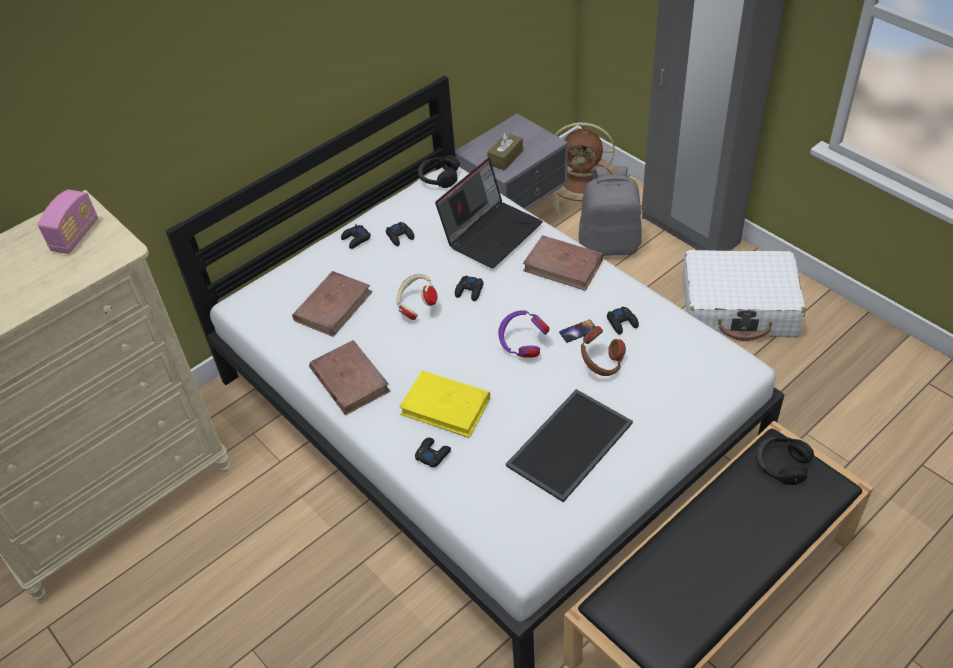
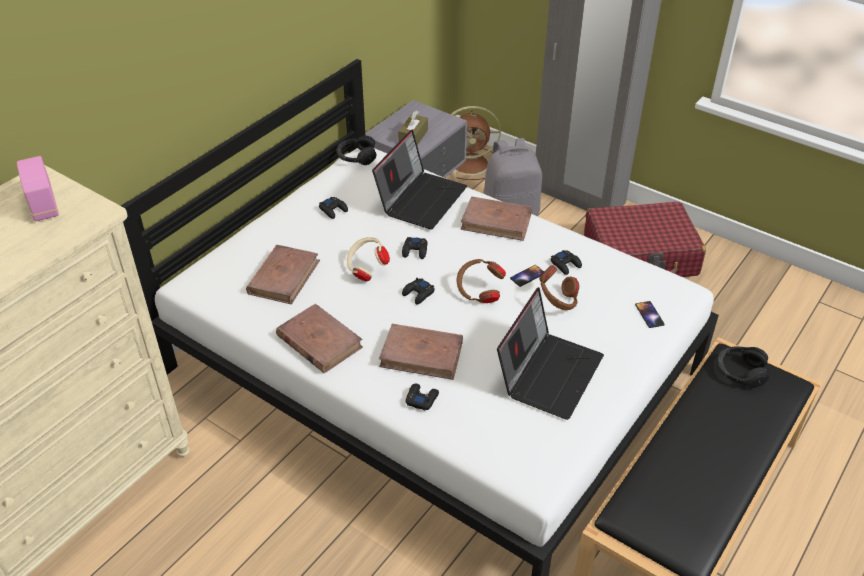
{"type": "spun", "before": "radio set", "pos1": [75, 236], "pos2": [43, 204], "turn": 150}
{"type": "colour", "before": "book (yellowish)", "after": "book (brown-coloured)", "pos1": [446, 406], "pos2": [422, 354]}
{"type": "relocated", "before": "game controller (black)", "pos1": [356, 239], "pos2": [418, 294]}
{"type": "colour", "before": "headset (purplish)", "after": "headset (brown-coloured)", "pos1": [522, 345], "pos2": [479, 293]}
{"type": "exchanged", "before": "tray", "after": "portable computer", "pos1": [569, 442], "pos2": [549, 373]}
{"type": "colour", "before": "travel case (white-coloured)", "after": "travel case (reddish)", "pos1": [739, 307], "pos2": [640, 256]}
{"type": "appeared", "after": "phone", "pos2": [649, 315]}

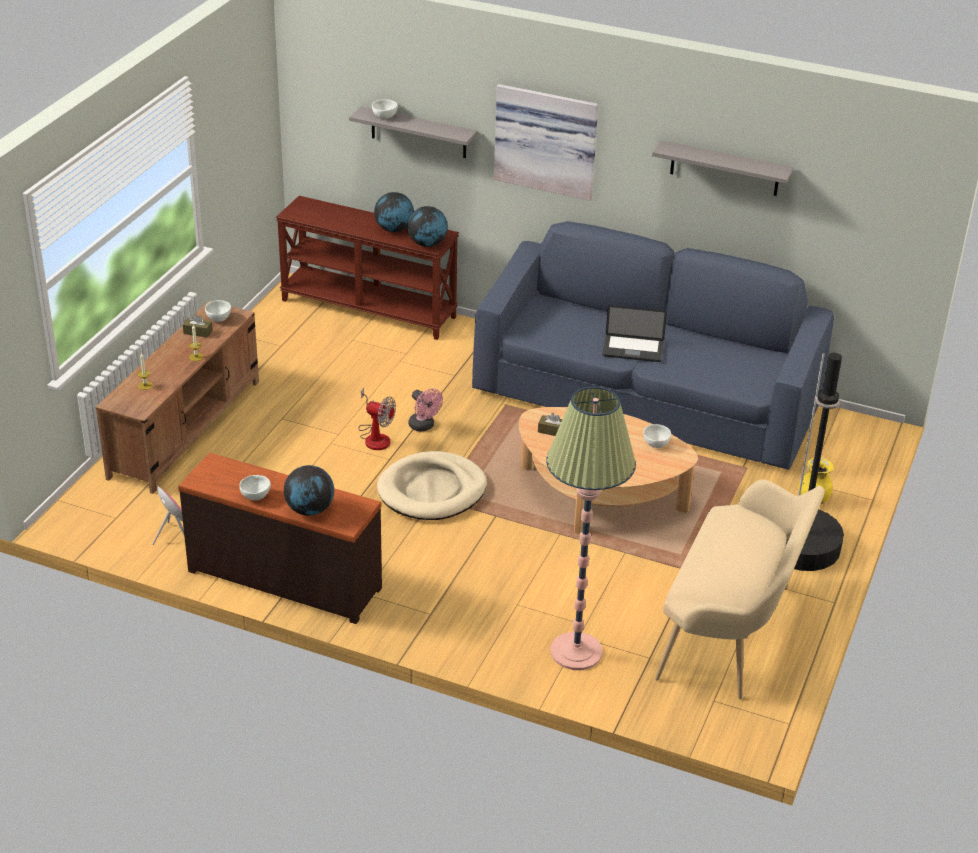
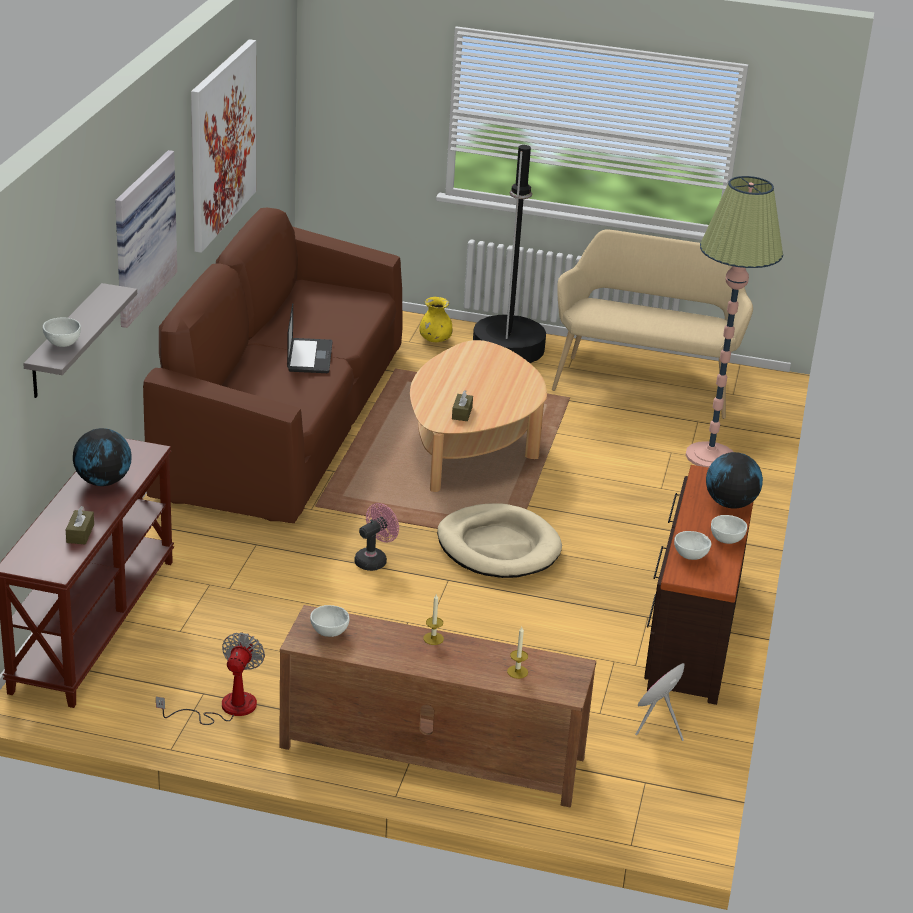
{"type": "relocated", "before": "box of tissues (brown-coloured)", "pos1": [198, 332], "pos2": [80, 533]}
{"type": "colour", "before": "couch (blue)", "after": "couch (brown-coloured)", "pos1": [645, 399], "pos2": [283, 420]}
{"type": "relocated", "before": "cooling fan", "pos1": [375, 437], "pos2": [225, 708]}
{"type": "exchanged", "before": "shelf (gray)", "after": "picture", "pos1": [724, 169], "pos2": [221, 143]}
{"type": "relocated", "before": "bowl (white-coloured)", "pos1": [655, 444], "pos2": [691, 556]}
{"type": "missing", "before": "globe", "pos1": [427, 244]}

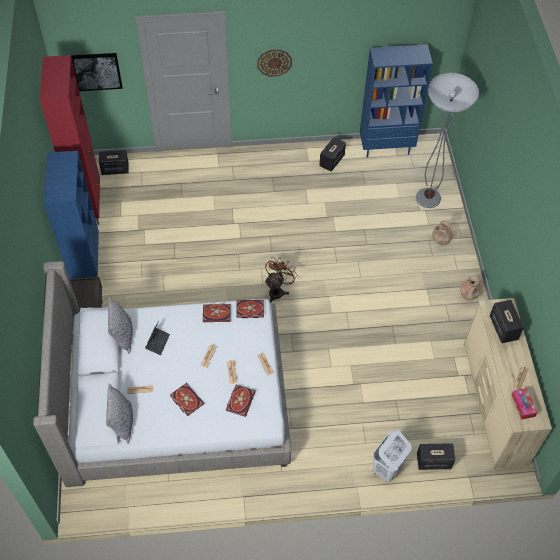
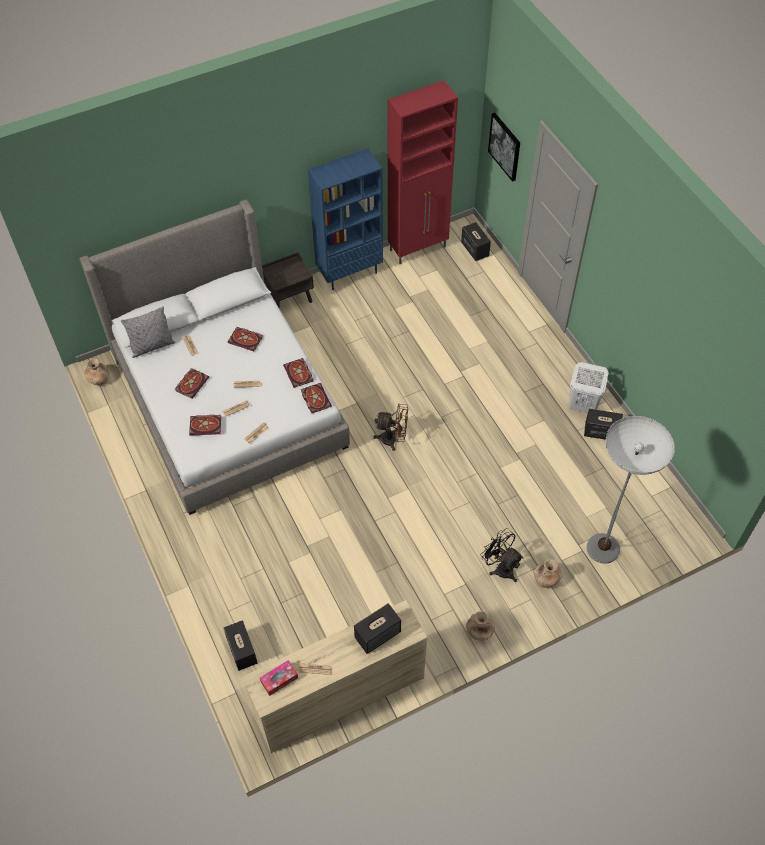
{"type": "appeared", "after": "decorative vase (brown-coloured)", "pos2": [99, 379]}
{"type": "exchanged", "before": "portable computer", "after": "book", "pos1": [158, 342], "pos2": [246, 340]}
{"type": "appeared", "after": "cooling fan (black)", "pos2": [500, 567]}
{"type": "relocated", "before": "washing basket (white-coloured)", "pos1": [387, 469], "pos2": [582, 406]}
{"type": "missing", "before": "cushion (gray)", "pos1": [123, 335]}
{"type": "missing", "before": "hanging clock", "pos1": [274, 62]}
{"type": "missing", "before": "bookcase (blue)", "pos1": [386, 147]}

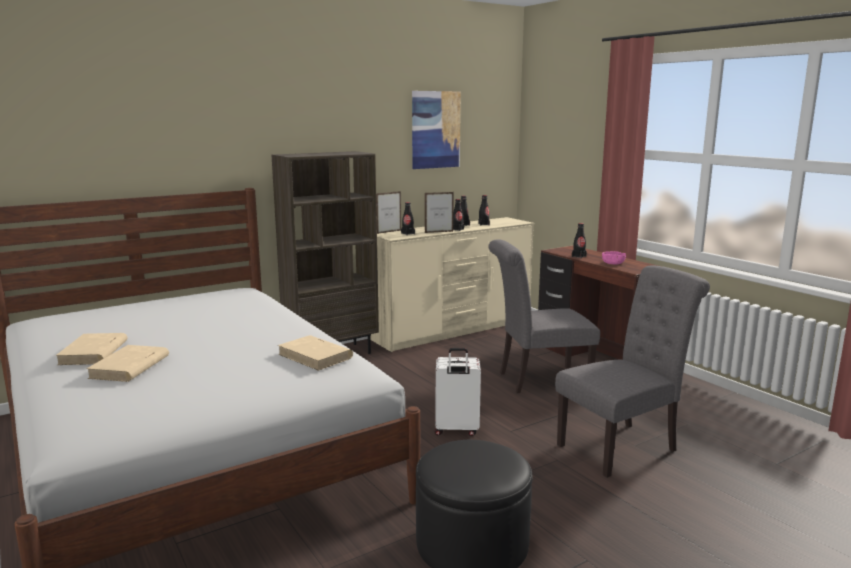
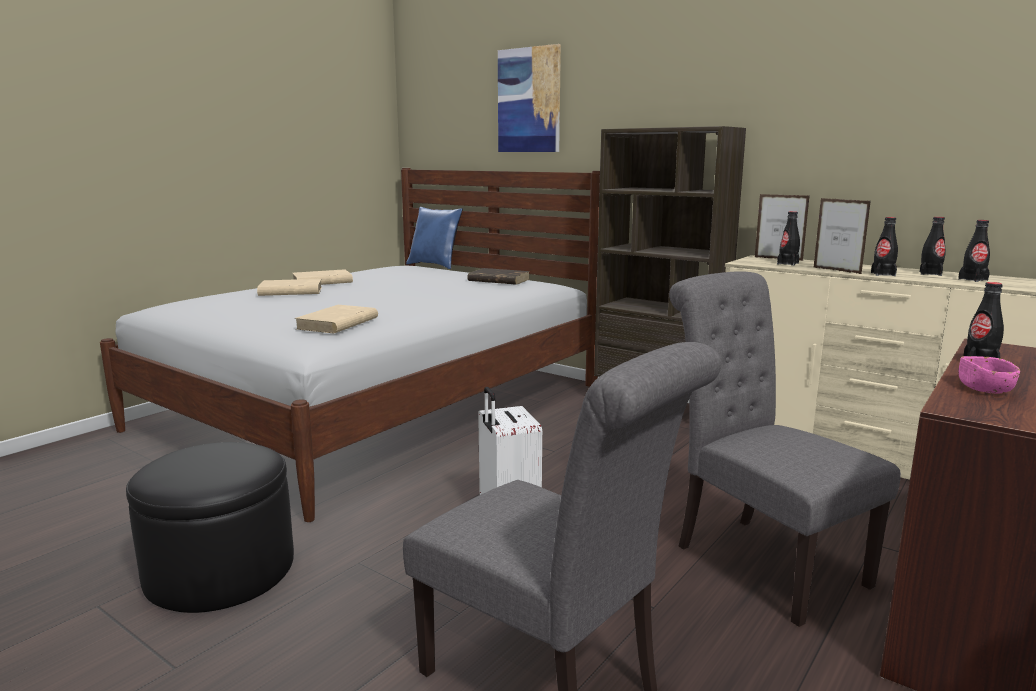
{"type": "appeared", "after": "cushion (blue)", "pos2": [435, 266]}
{"type": "appeared", "after": "book (brown-coloured)", "pos2": [498, 280]}
{"type": "relocated", "before": "picture", "pos1": [435, 129], "pos2": [529, 100]}

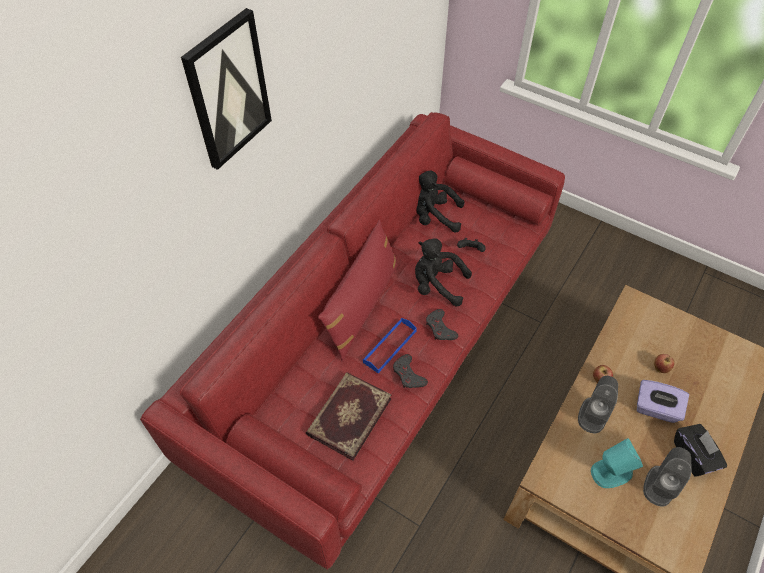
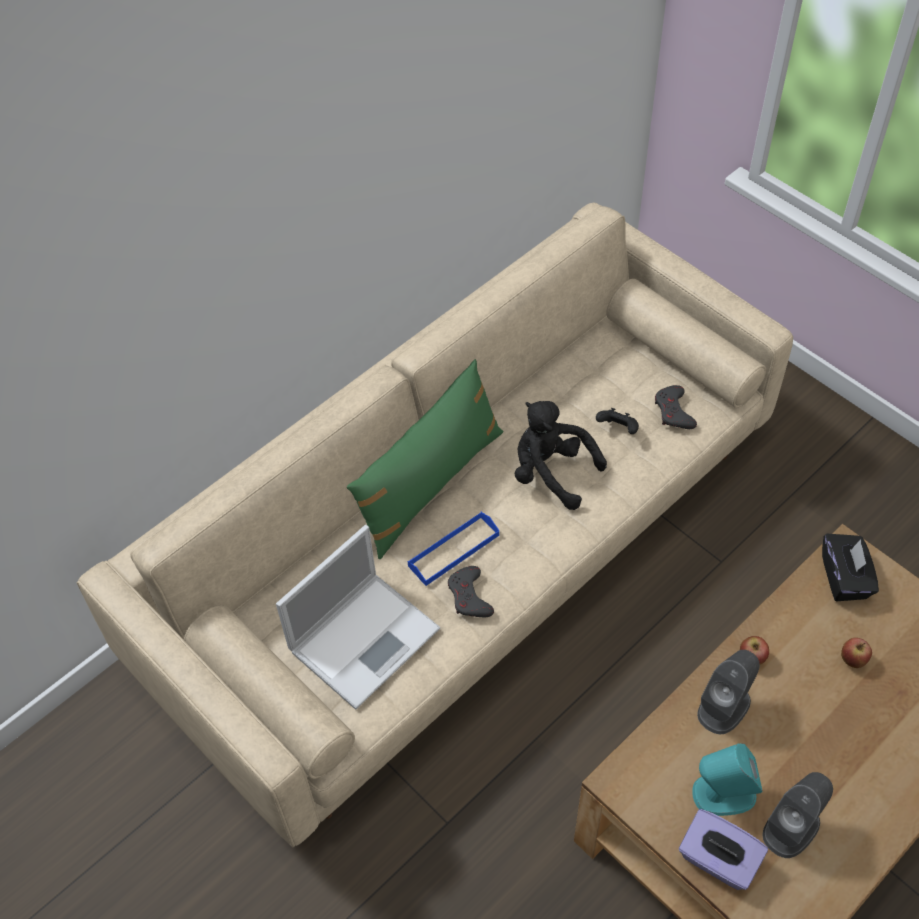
{"type": "colour", "before": "couch (reddish)", "after": "couch (beige)", "pos1": [381, 346], "pos2": [463, 551]}
{"type": "exchanged", "before": "book", "after": "portable computer", "pos1": [348, 416], "pos2": [366, 637]}
{"type": "colour", "before": "cushion (reddish)", "after": "cushion (greenish)", "pos1": [362, 306], "pos2": [430, 484]}
{"type": "relocated", "before": "game controller (gray)", "pos1": [440, 328], "pos2": [673, 411]}
{"type": "relocated", "before": "box of tissues (purplish)", "pos1": [655, 409], "pos2": [718, 860]}
{"type": "relocated", "before": "box of tissues (black)", "pos1": [694, 456], "pos2": [844, 578]}
{"type": "missing", "before": "picture", "pos1": [228, 91]}
{"type": "missing", "before": "plush toy (black)", "pos1": [434, 216]}

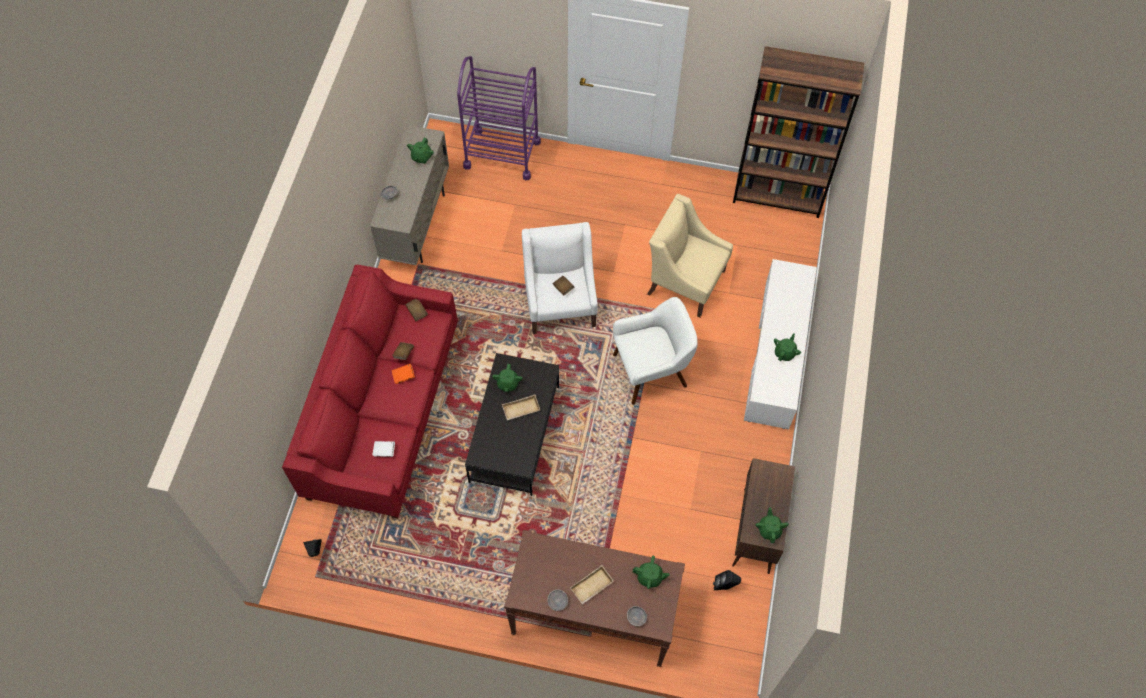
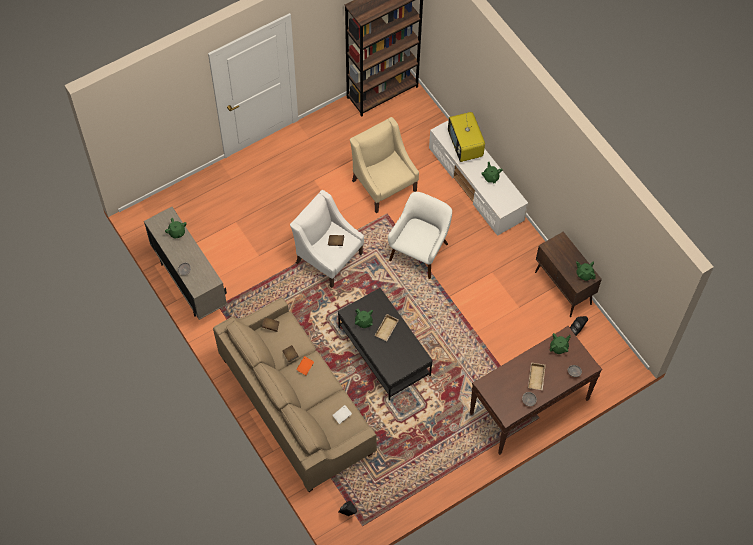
{"type": "colour", "before": "couch (reddish)", "after": "couch (beige)", "pos1": [383, 411], "pos2": [296, 406]}
{"type": "spun", "before": "armchair (beige)", "pos1": [685, 281], "pos2": [384, 185], "turn": 75}
{"type": "appeared", "after": "television", "pos2": [465, 147]}
{"type": "missing", "before": "cart (purplish)", "pos1": [502, 154]}

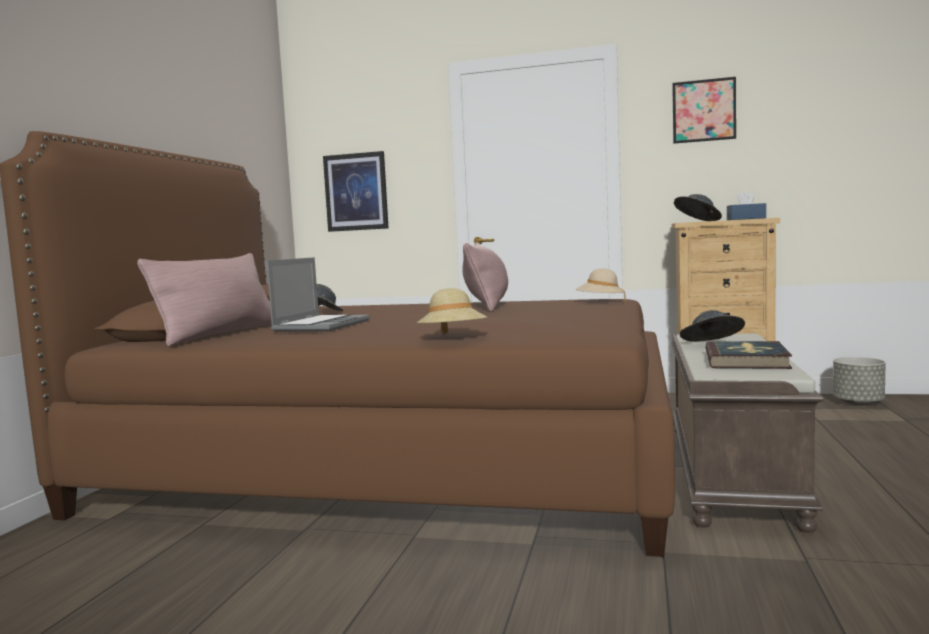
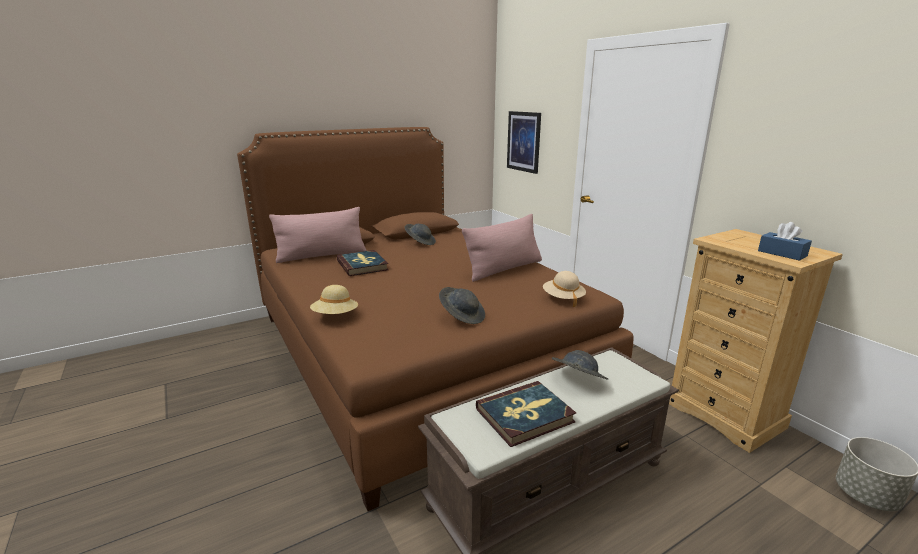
{"type": "exchanged", "before": "portable computer", "after": "book", "pos1": [321, 325], "pos2": [362, 265]}
{"type": "relocated", "before": "hat (gray)", "pos1": [697, 221], "pos2": [462, 316]}
{"type": "missing", "before": "picture", "pos1": [703, 110]}

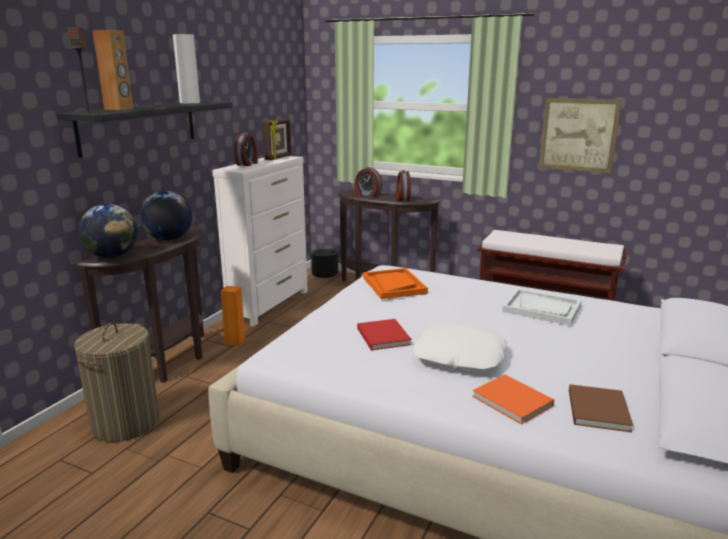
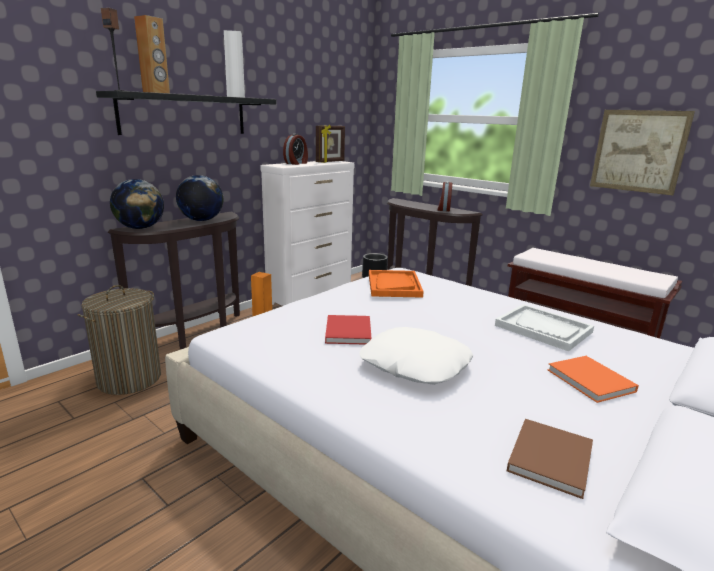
{"type": "relocated", "before": "book (orange)", "pos1": [514, 402], "pos2": [592, 382]}
{"type": "missing", "before": "alarm clock", "pos1": [367, 194]}

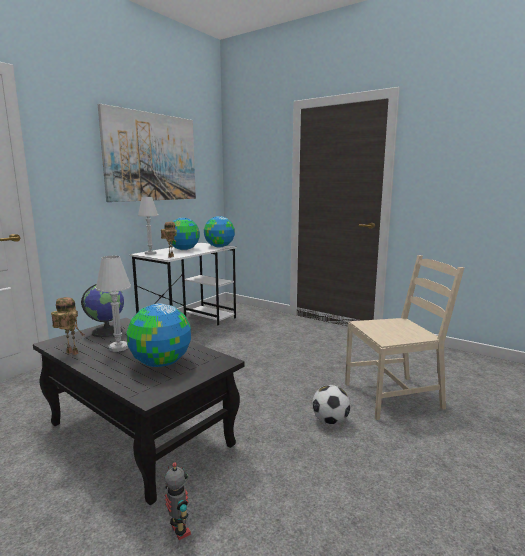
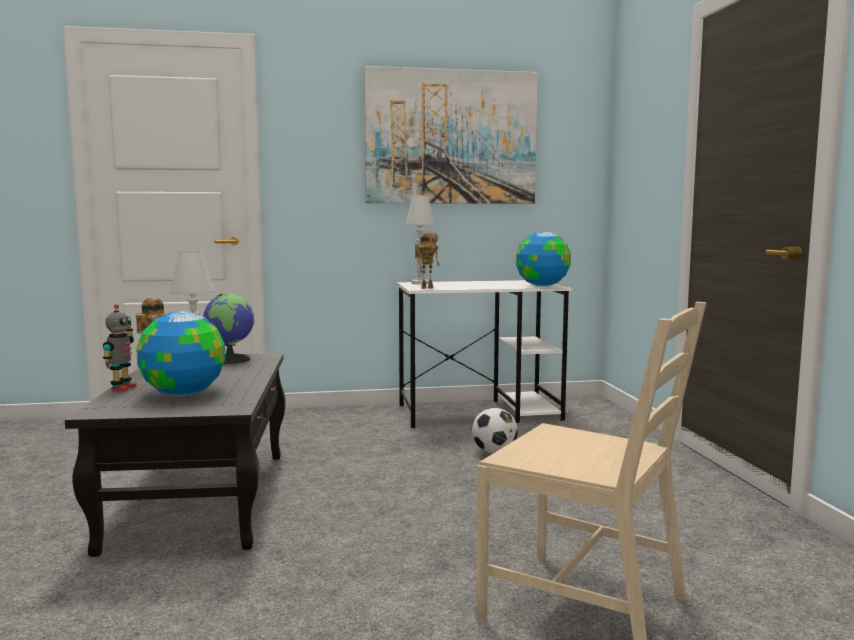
{"type": "relocated", "before": "robot figure", "pos1": [179, 531], "pos2": [122, 388]}
{"type": "relocated", "before": "football", "pos1": [330, 421], "pos2": [494, 452]}
{"type": "missing", "before": "globe", "pos1": [184, 249]}

